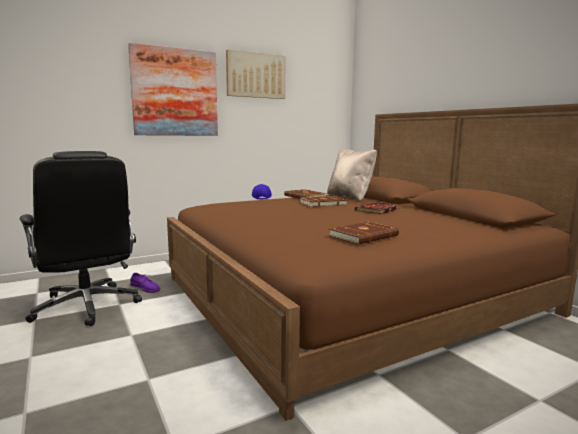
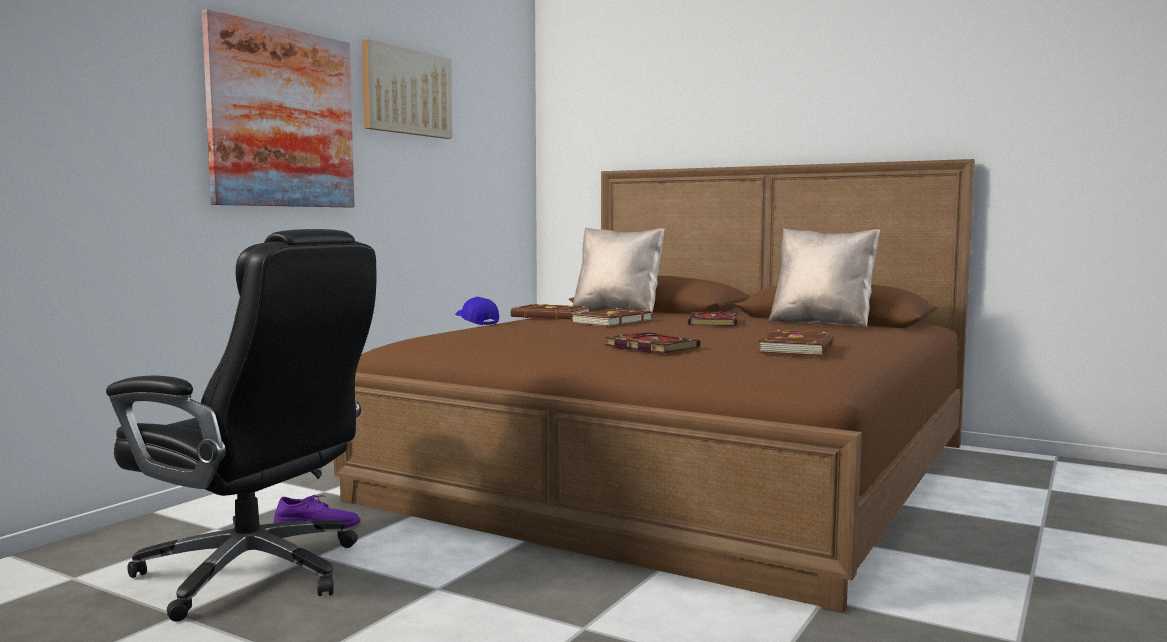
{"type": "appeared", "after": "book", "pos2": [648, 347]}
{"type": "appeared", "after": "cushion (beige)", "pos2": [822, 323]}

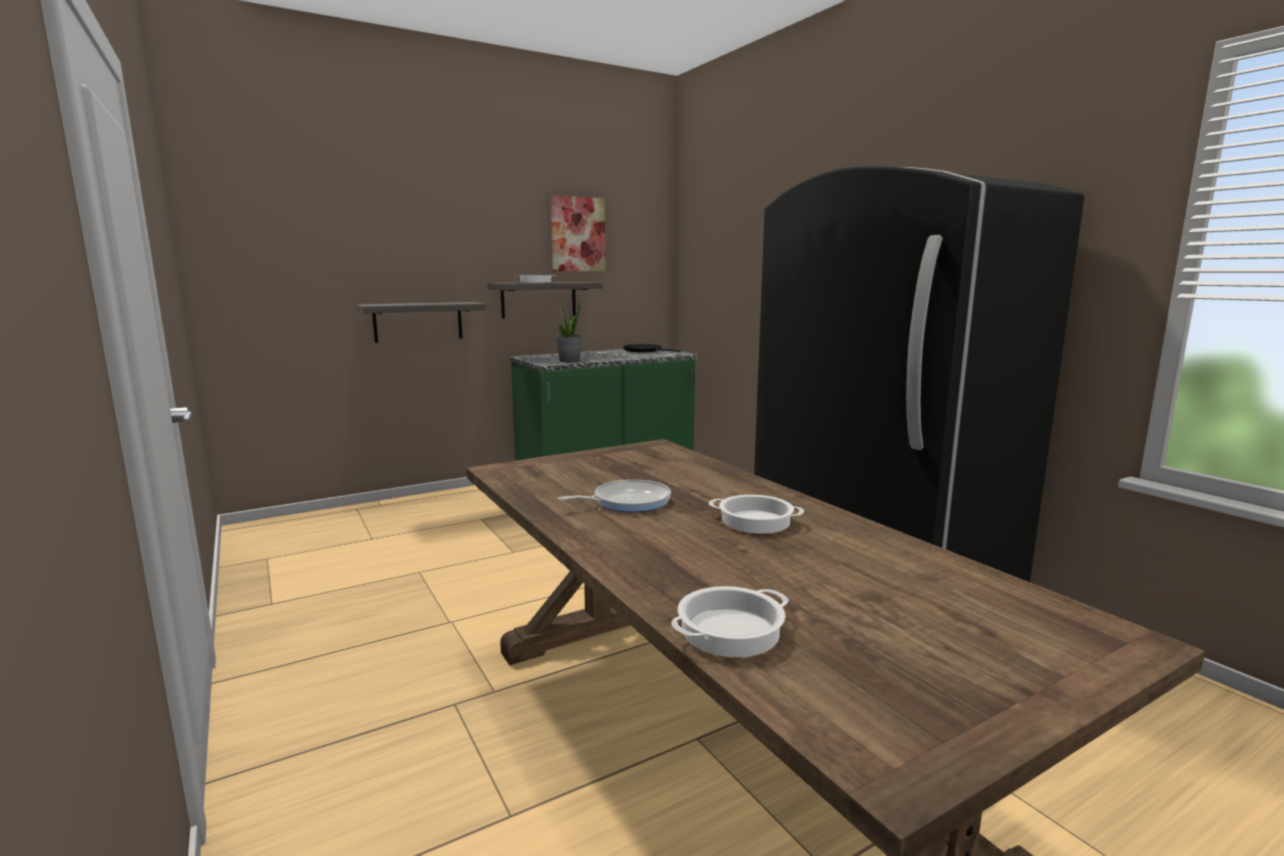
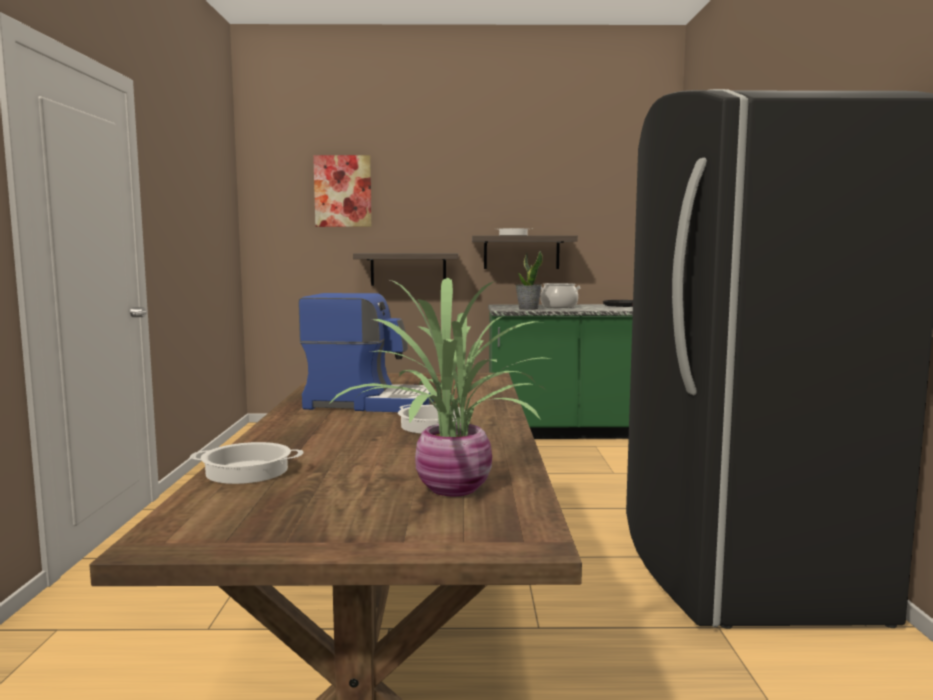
{"type": "exchanged", "before": "frying pan", "after": "coffee maker", "pos1": [627, 501], "pos2": [369, 403]}
{"type": "relocated", "before": "picture", "pos1": [577, 234], "pos2": [343, 191]}
{"type": "appeared", "after": "houseplant", "pos2": [453, 487]}
{"type": "appeared", "after": "cooking pot", "pos2": [559, 306]}

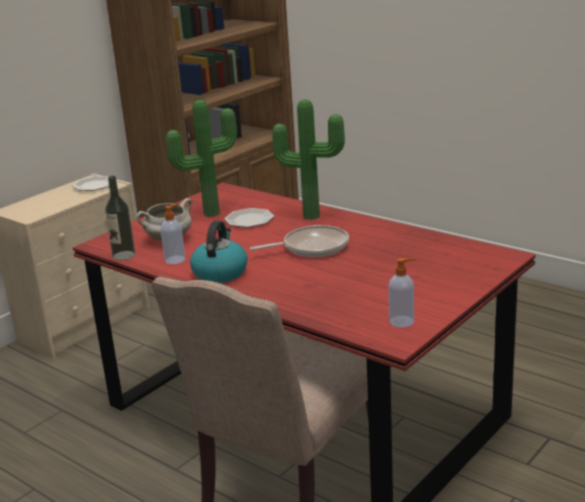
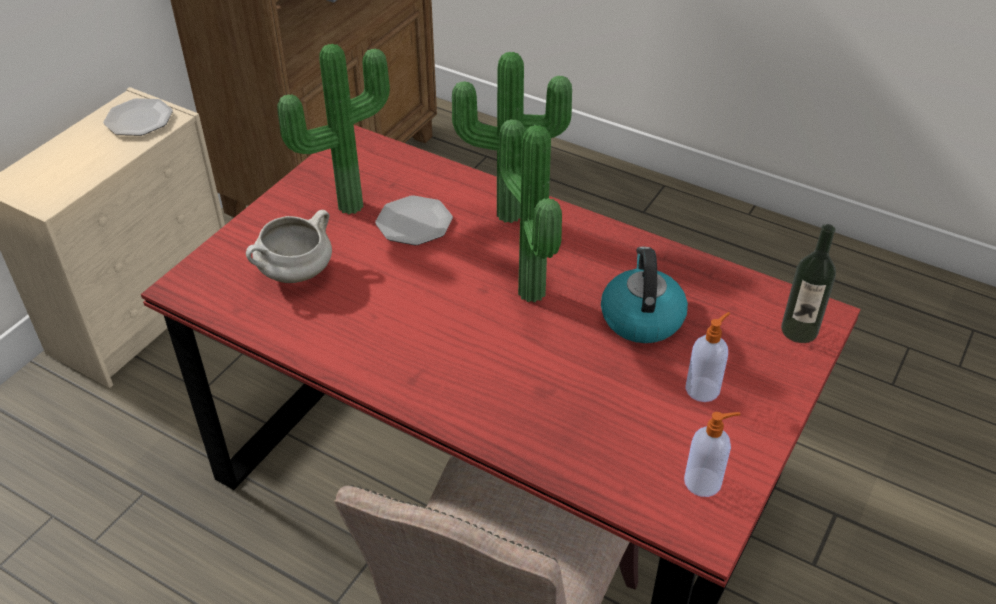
{"type": "exchanged", "before": "frying pan", "after": "houseplant", "pos1": [311, 247], "pos2": [526, 294]}
{"type": "relocated", "before": "kettle", "pos1": [220, 272], "pos2": [641, 317]}
{"type": "relocated", "before": "soap dispenser", "pos1": [175, 259], "pos2": [703, 388]}
{"type": "relocated", "before": "bottle", "pos1": [124, 255], "pos2": [799, 330]}

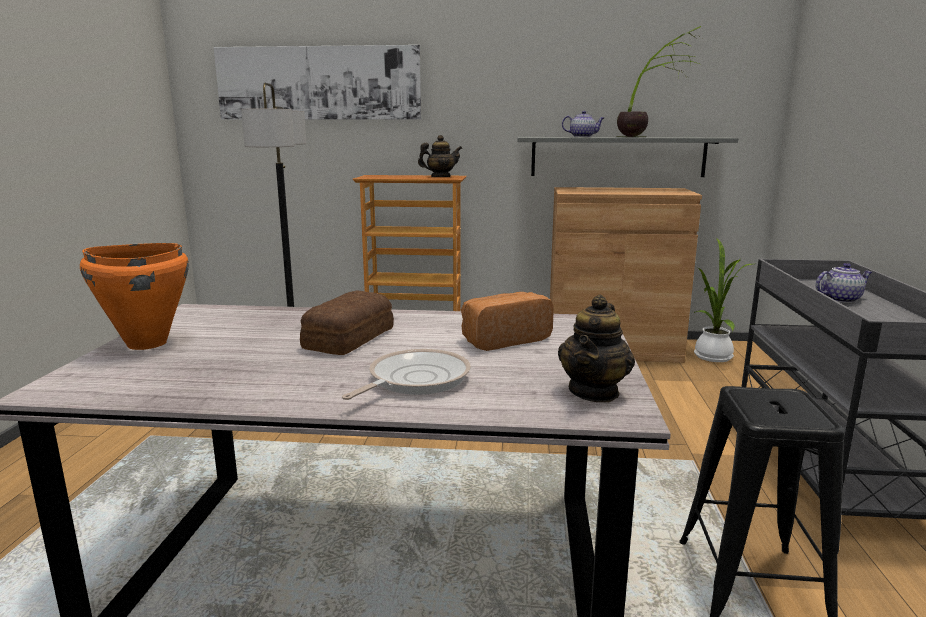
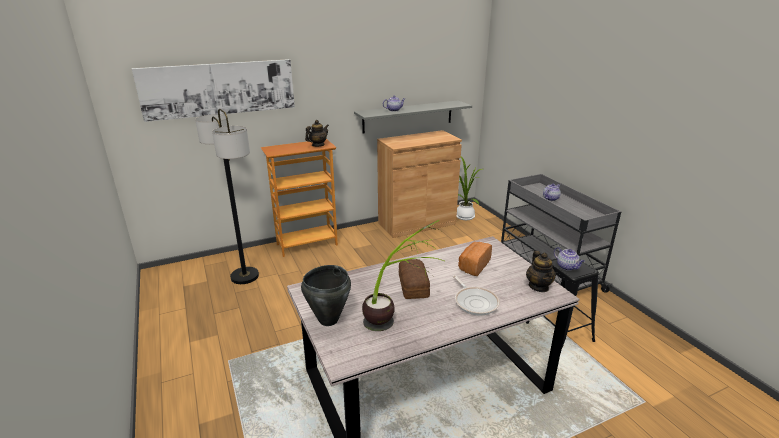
{"type": "colour", "before": "cooking pot (orange)", "after": "cooking pot (black)", "pos1": [146, 343], "pos2": [328, 320]}
{"type": "relocated", "before": "houseplant", "pos1": [649, 137], "pos2": [397, 319]}
{"type": "spun", "before": "frying pan", "pos1": [414, 380], "pos2": [475, 302], "turn": 150}
{"type": "appeared", "after": "teapot", "pos2": [567, 267]}

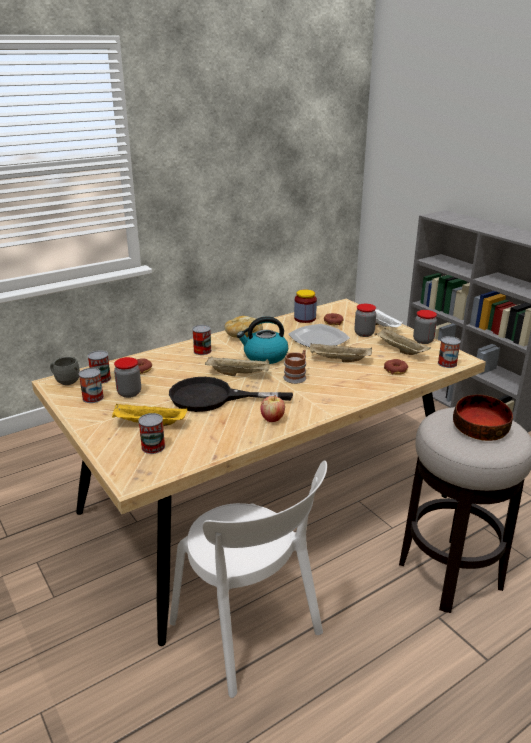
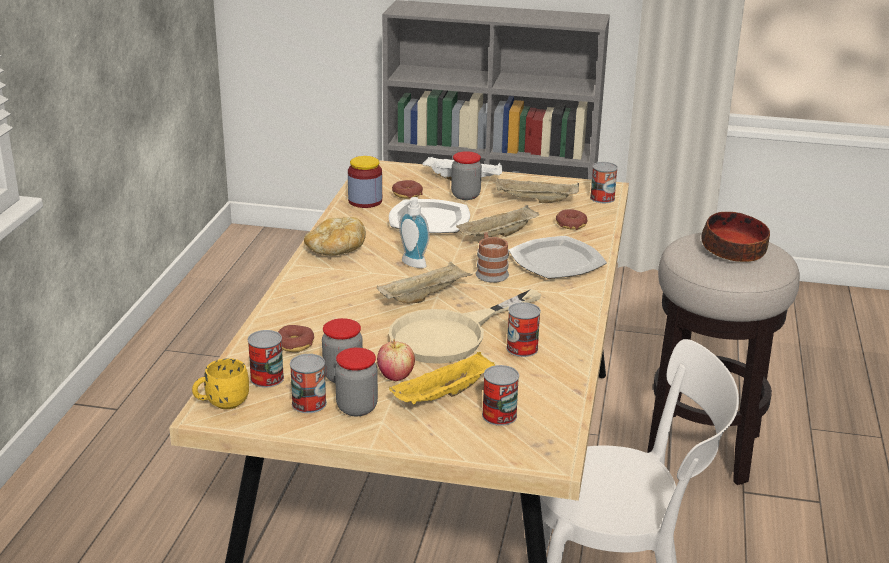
{"type": "colour", "before": "tea mug (gray)", "after": "tea mug (yellowish)", "pos1": [65, 381], "pos2": [222, 403]}
{"type": "relocated", "before": "jar", "pos1": [423, 340], "pos2": [357, 408]}
{"type": "relocated", "before": "whole apple", "pos1": [272, 419], "pos2": [395, 376]}
{"type": "colour", "before": "frying pan (black)", "after": "frying pan (beige)", "pos1": [213, 397], "pos2": [451, 335]}
{"type": "exchanged", "before": "kettle", "after": "soap dispenser", "pos1": [264, 356], "pos2": [411, 265]}
{"type": "relocated", "before": "sealed can", "pos1": [202, 351], "pos2": [522, 348]}
{"type": "appeared", "after": "plate", "pos2": [555, 261]}

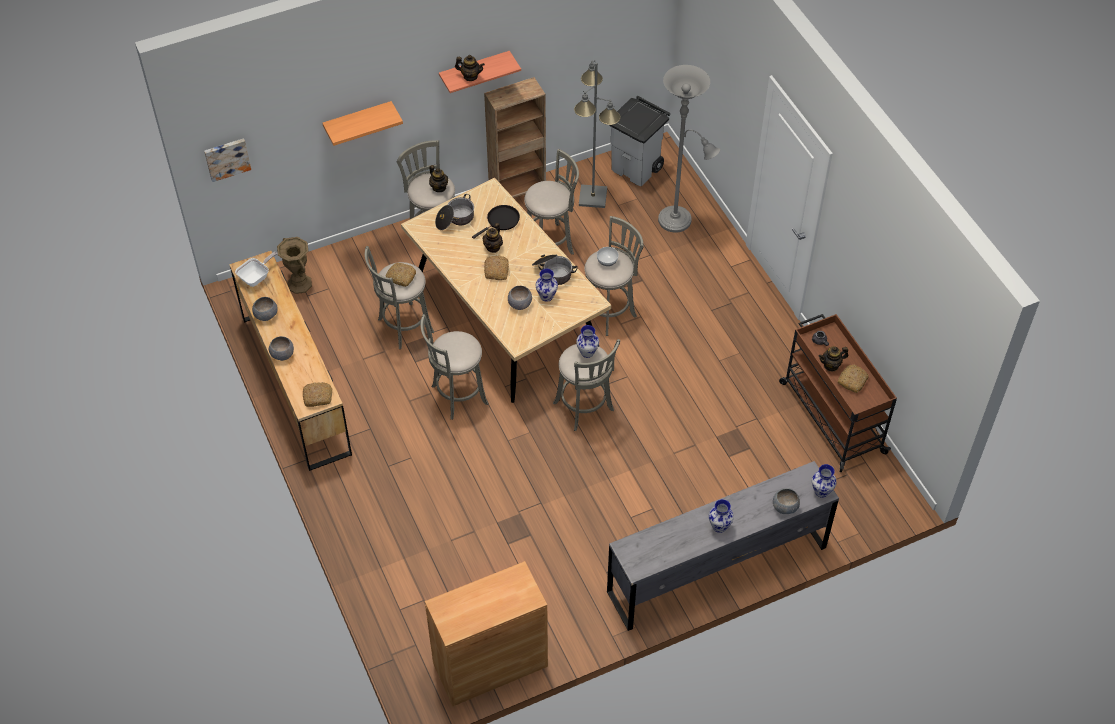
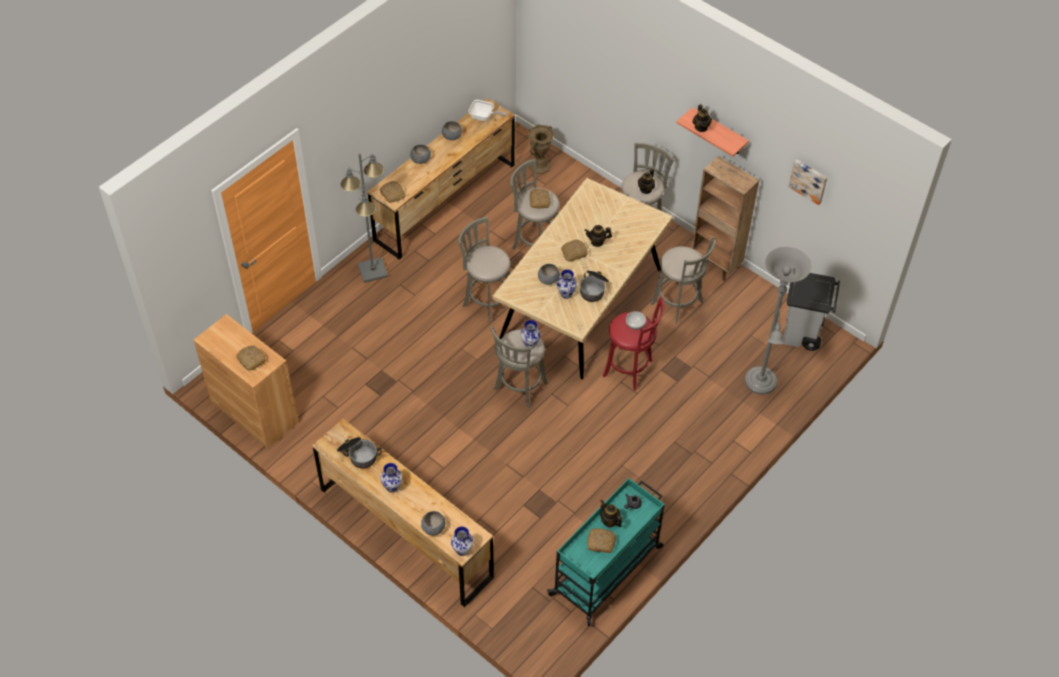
{"type": "appeared", "after": "bread", "pos2": [251, 360]}
{"type": "colour", "before": "dresser (gray)", "after": "dresser (brown-coloured)", "pos1": [717, 569], "pos2": [405, 532]}
{"type": "relocated", "before": "cooking pot", "pos1": [455, 219], "pos2": [358, 455]}
{"type": "relocated", "before": "floor lamp (gray)", "pos1": [593, 197], "pos2": [373, 271]}
{"type": "colour", "before": "cart (brown-coloured)", "after": "cart (turquoise-coloured)", "pos1": [831, 416], "pos2": [607, 570]}
{"type": "colour", "before": "sitting stool (gray)", "after": "sitting stool (reddish)", "pos1": [610, 311], "pos2": [630, 369]}
{"type": "relocated", "before": "picture", "pos1": [227, 158], "pos2": [808, 181]}
{"type": "missing", "before": "shelf", "pos1": [358, 121]}
{"type": "missing", "before": "frying pan (black)", "pos1": [501, 221]}

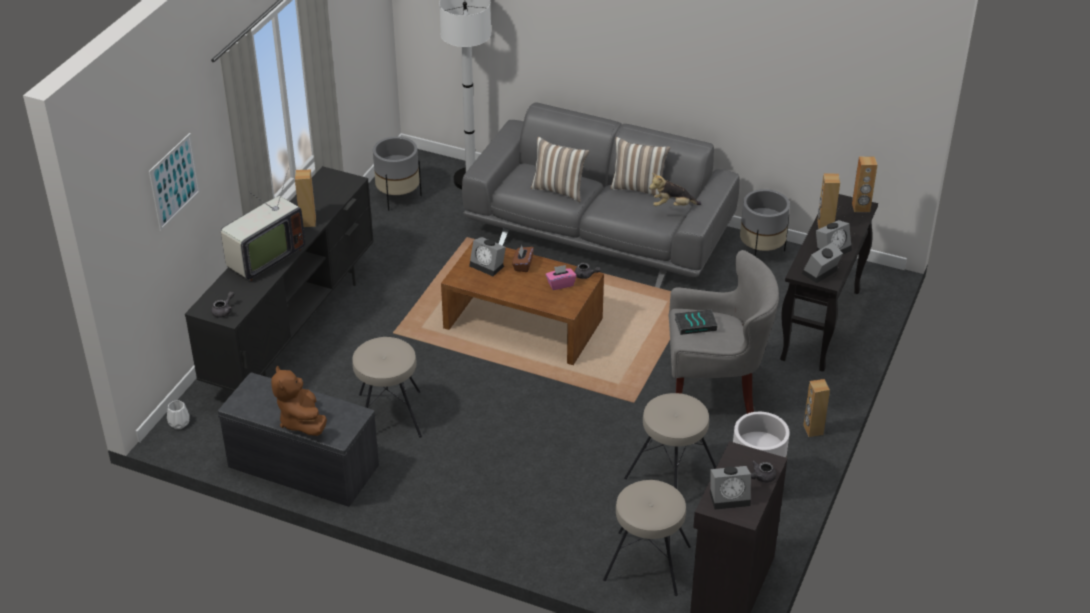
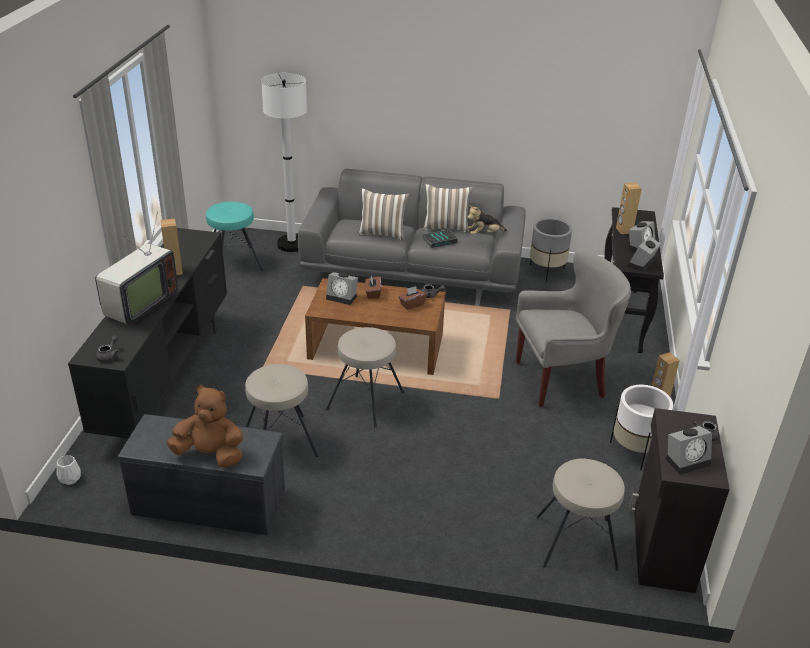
{"type": "spun", "before": "plush toy (brown-coloured)", "pos1": [301, 421], "pos2": [210, 454], "turn": 135}
{"type": "exchanged", "before": "flower pot (gray)", "after": "sitting stool (turquoise-coloured)", "pos1": [398, 197], "pos2": [234, 263]}
{"type": "relocated", "before": "sitting stool (beige)", "pos1": [671, 474], "pos2": [366, 400]}
{"type": "colour", "before": "box of tissues (pinkish)", "after": "box of tissues (brown-coloured)", "pos1": [560, 284], "pos2": [412, 304]}
{"type": "relocated", "before": "book", "pos1": [696, 324], "pos2": [440, 241]}
{"type": "missing", "before": "picture", "pos1": [174, 181]}
{"type": "missing", "before": "audio speaker (brown-coloured)", "pos1": [861, 208]}

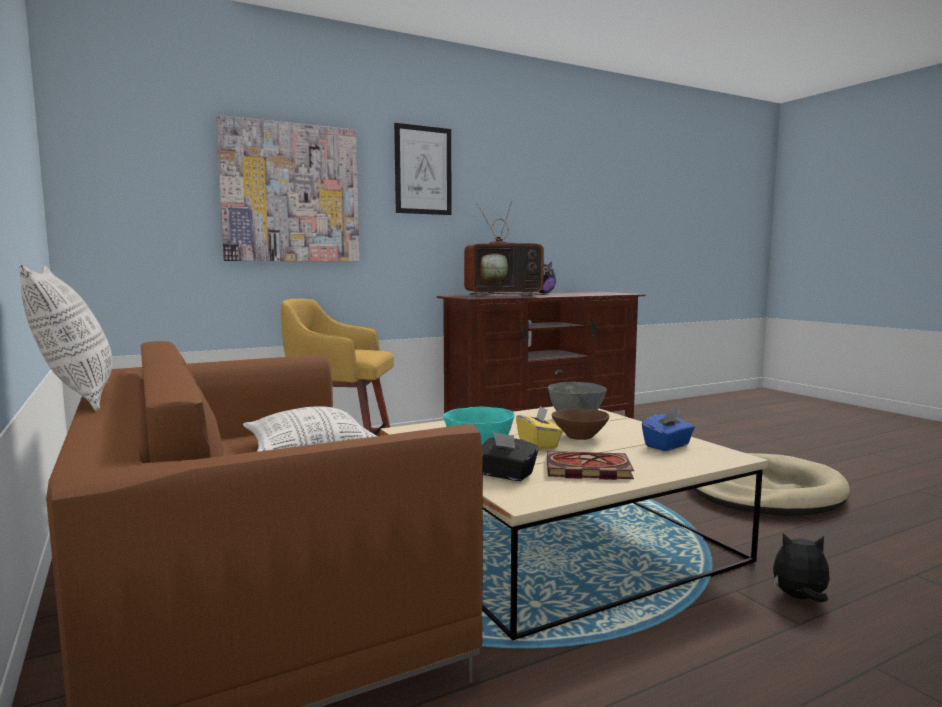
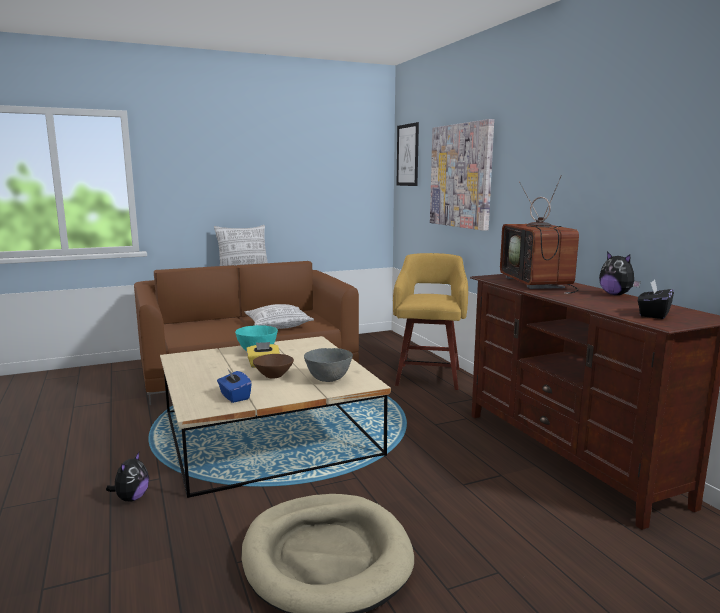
{"type": "relocated", "before": "picture", "pos1": [423, 170], "pos2": [407, 155]}
{"type": "relocated", "before": "box of tissues (black)", "pos1": [505, 474], "pos2": [653, 314]}
{"type": "missing", "before": "book", "pos1": [585, 469]}

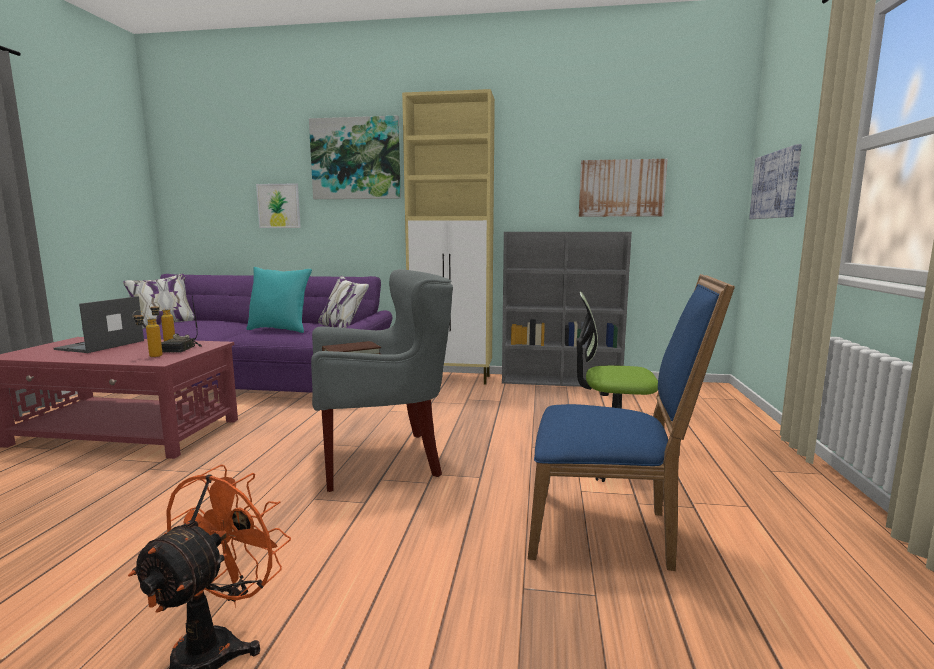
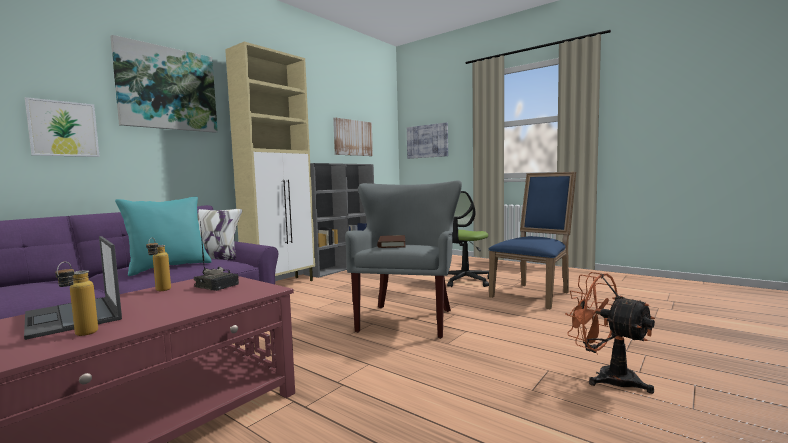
{"type": "relocated", "before": "bottle", "pos1": [150, 356], "pos2": [80, 336]}

